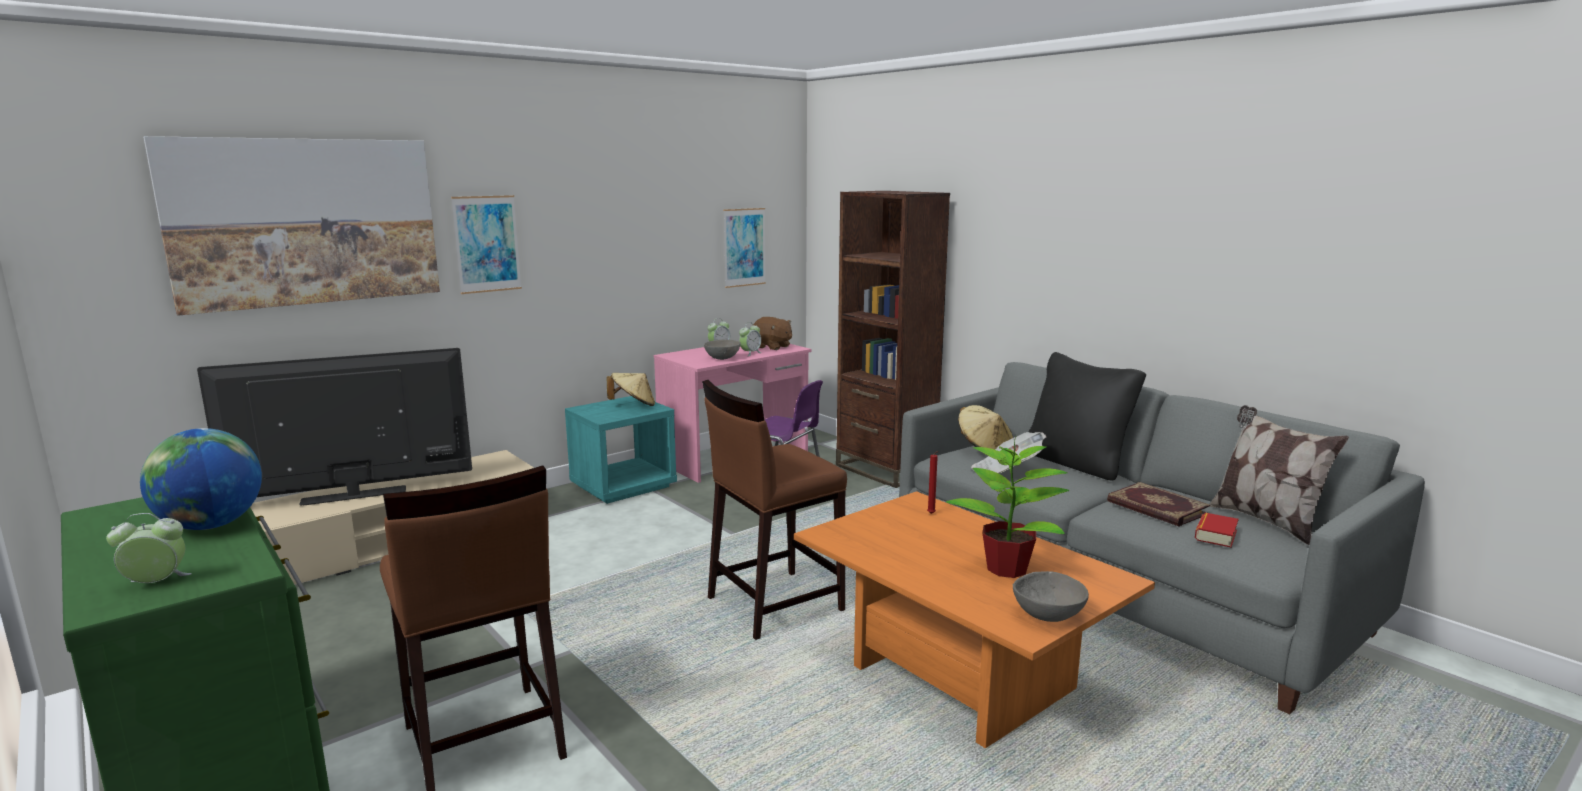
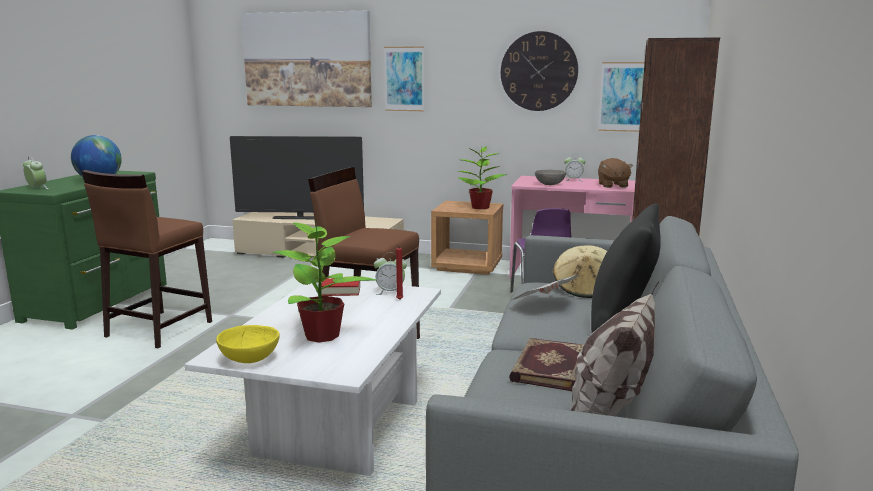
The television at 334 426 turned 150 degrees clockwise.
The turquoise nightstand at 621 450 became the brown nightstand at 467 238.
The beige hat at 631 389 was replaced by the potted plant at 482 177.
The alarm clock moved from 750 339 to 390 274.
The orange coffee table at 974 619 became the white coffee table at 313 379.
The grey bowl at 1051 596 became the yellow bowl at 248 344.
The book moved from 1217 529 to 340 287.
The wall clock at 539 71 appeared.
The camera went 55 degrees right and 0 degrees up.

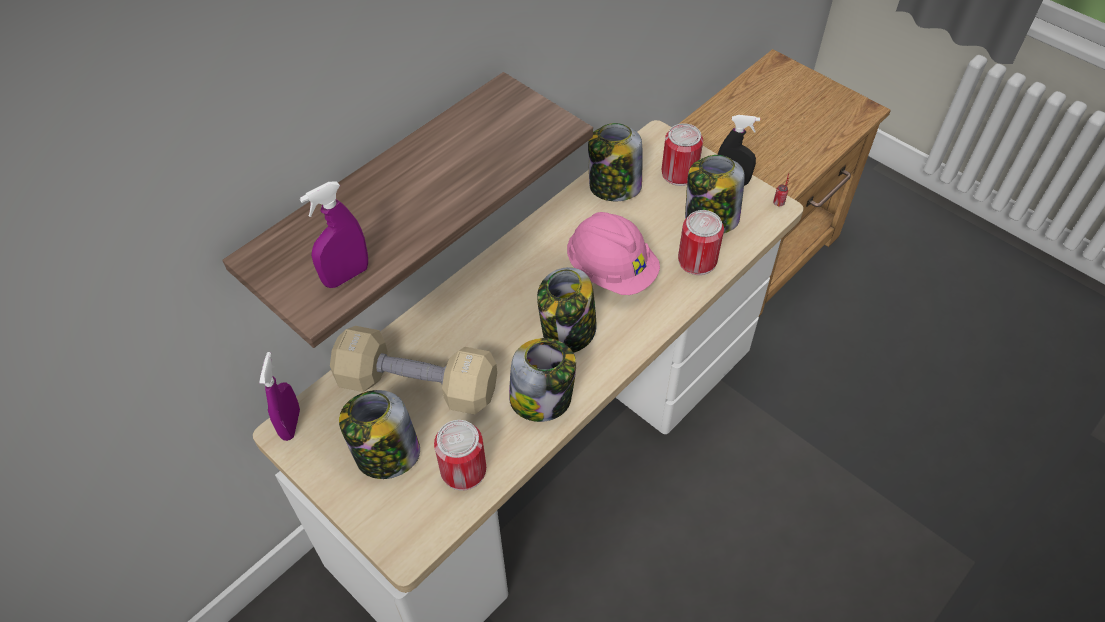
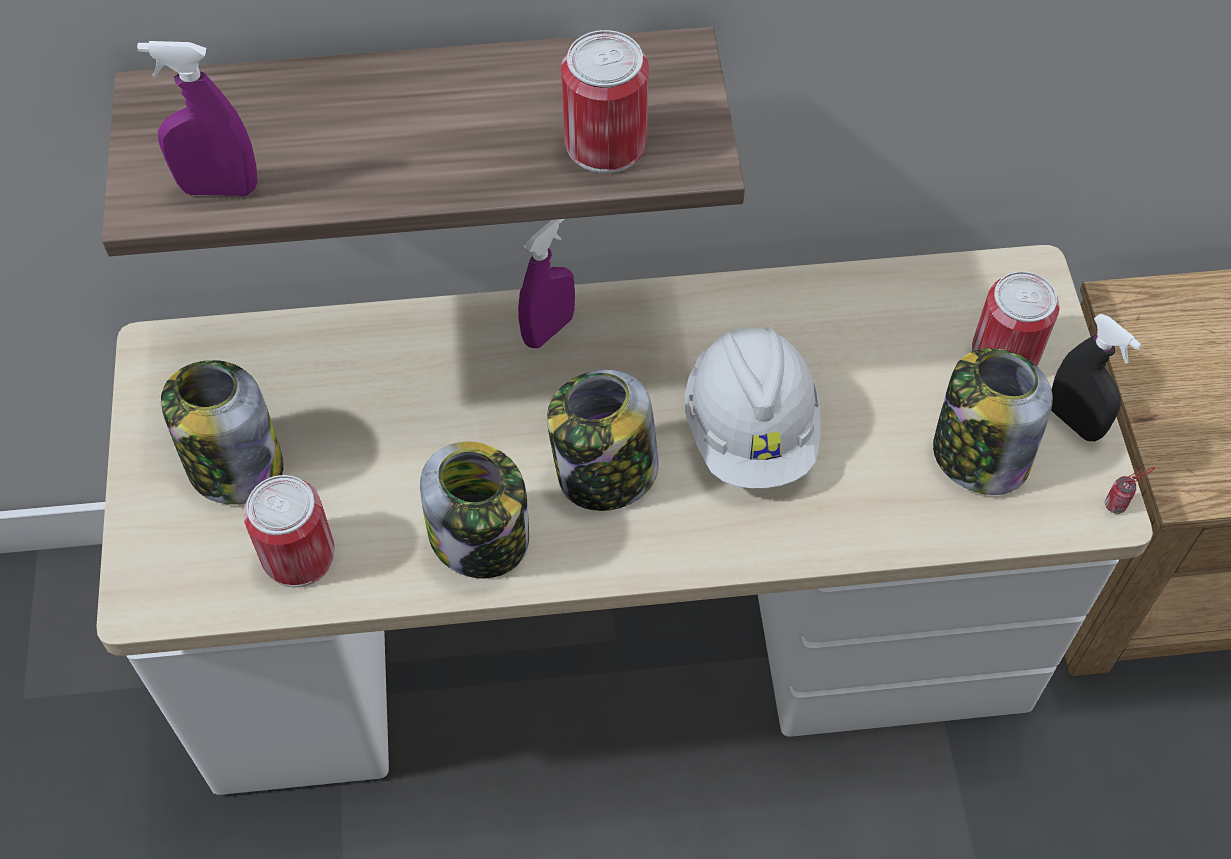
The purple spray bottle moved from 279 396 to 546 283.
The beige dumbbell at 413 370 disappeared.
The pink hard hat at 613 253 became the white hard hat at 753 408.
The jar at 615 162 disappeared.
The can moved from 701 242 to 605 101.
The camera went 40 degrees right and 5 degrees up.

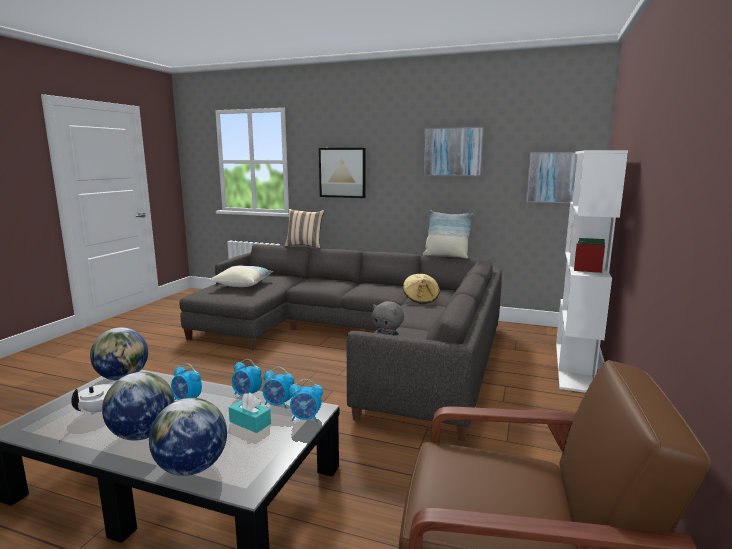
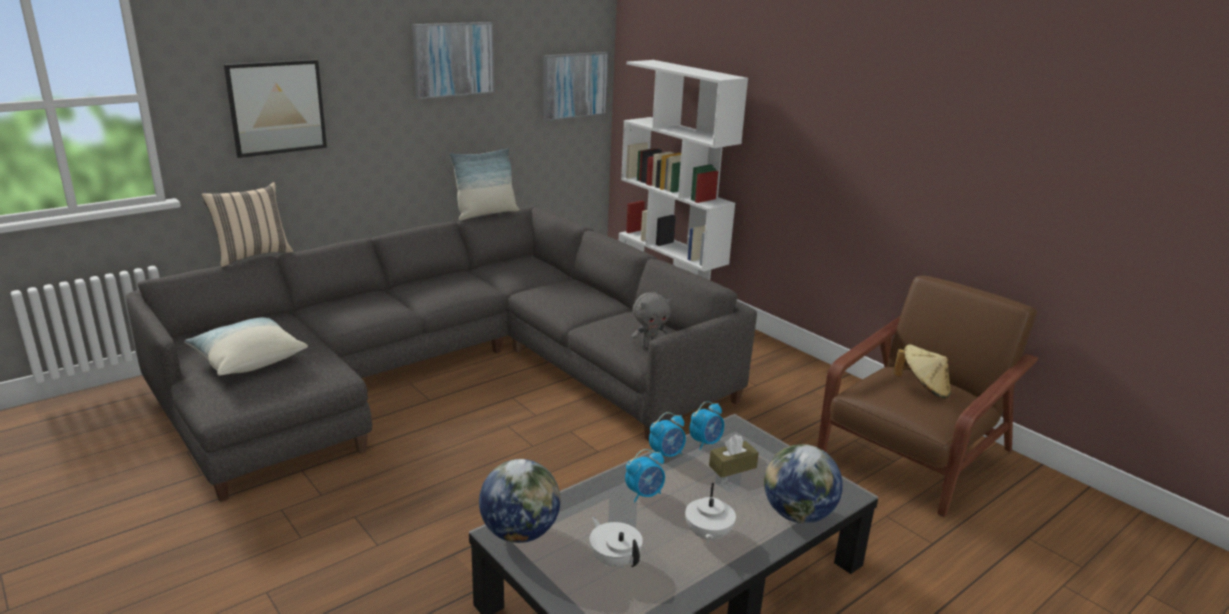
The globe at 138 406 was replaced by the white teapot at 710 513.
The turquoise tissue box at 250 412 became the brown tissue box at 734 456.
The alarm clock at 306 400 disappeared.
The beige hat moved from 421 289 to 922 371.
The camera went 60 degrees left and 10 degrees up.

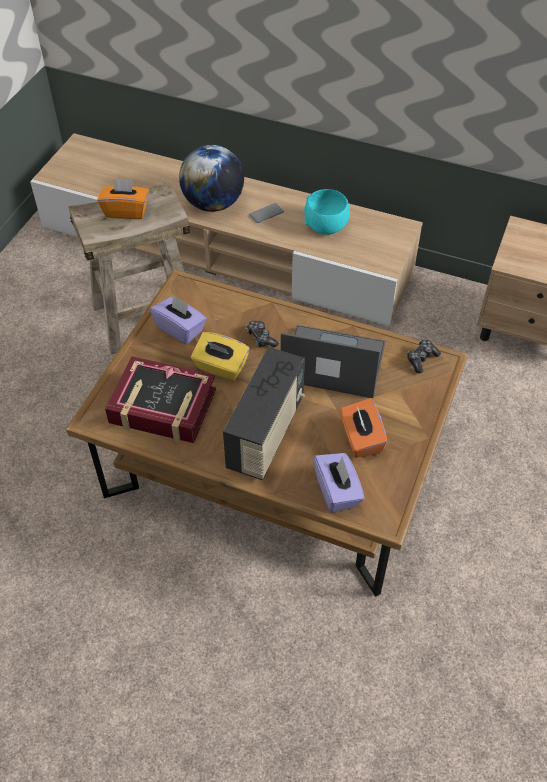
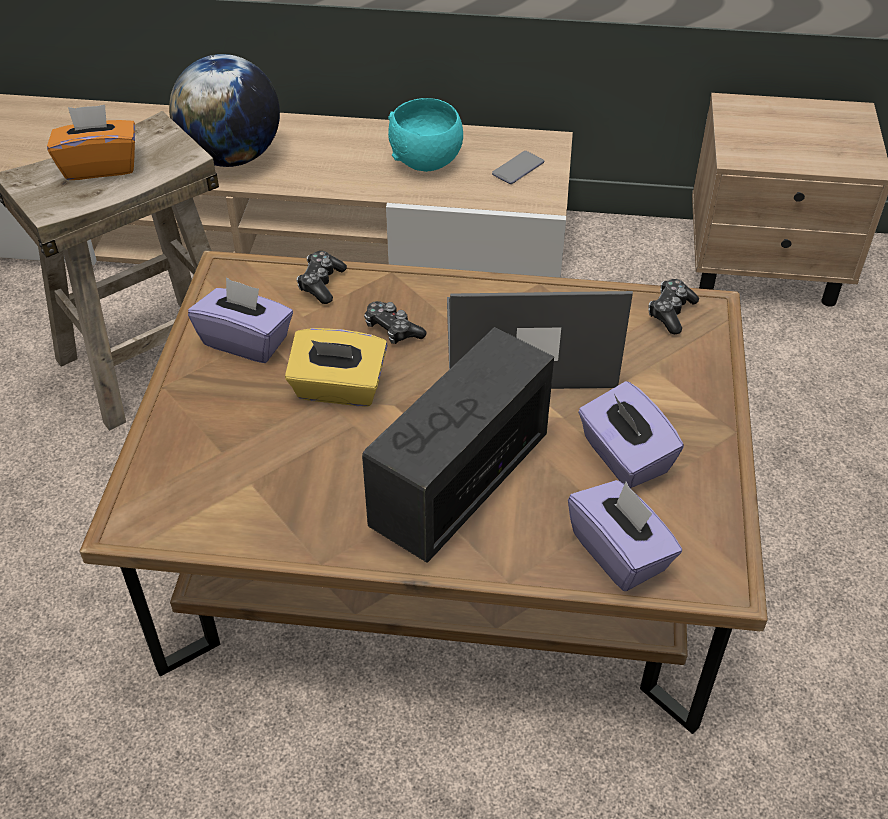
The book at 160 399 disappeared.
The radio at 264 413 turned 150 degrees counterclockwise.
The phone moved from 267 213 to 518 167.
The orange tissue box at 364 428 became the purple tissue box at 631 434.
The game controller at 322 277 appeared.
The camera went 15 degrees left and 5 degrees down.

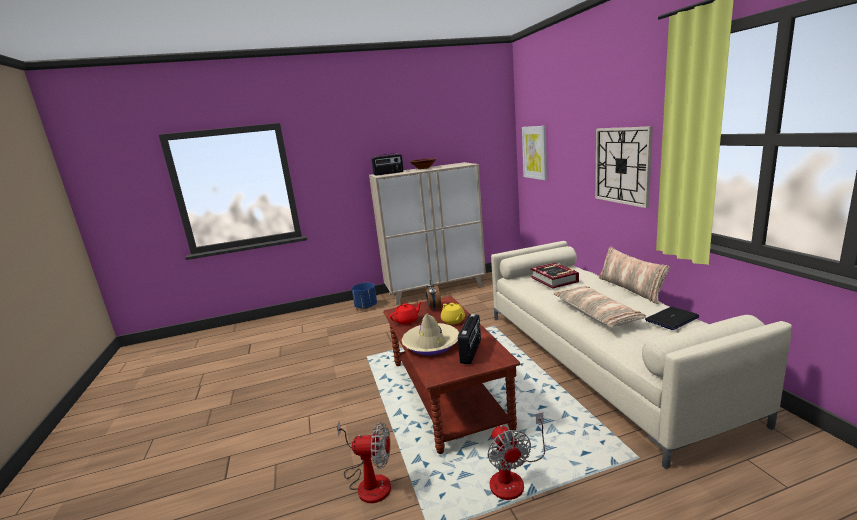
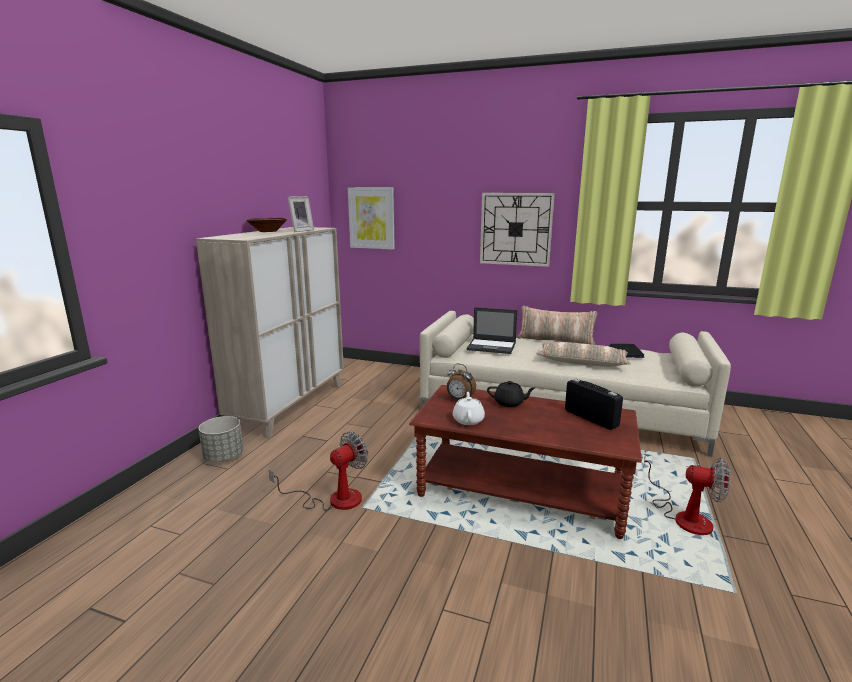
The fan moved from 364 462 to 319 471.
The blue planter at 364 296 became the grey planter at 221 439.
The radio at 388 165 disappeared.
The red teapot at 406 313 became the white teapot at 469 408.
The beige hat at 430 334 disappeared.
The yellow teapot at 453 313 became the black teapot at 511 394.
The book at 554 275 was replaced by the laptop at 492 330.
The picture frame at 301 214 appeared.
The camera went 55 degrees left and 0 degrees up.

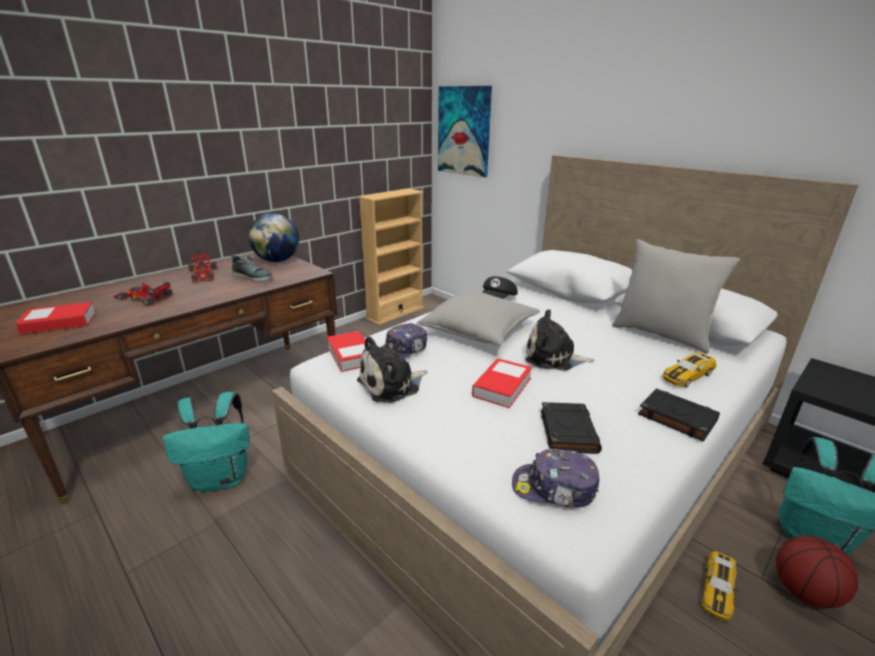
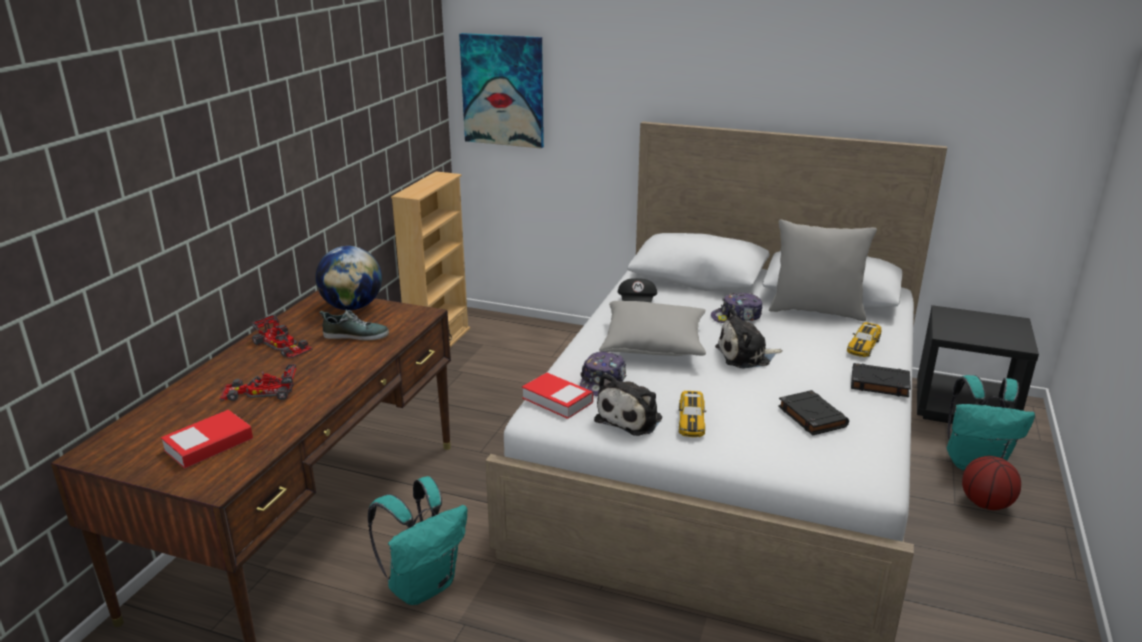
The book at 502 383 disappeared.
The cap moved from 556 478 to 736 308.
The toy car moved from 719 586 to 692 414.
The camera went 25 degrees left and 0 degrees up.

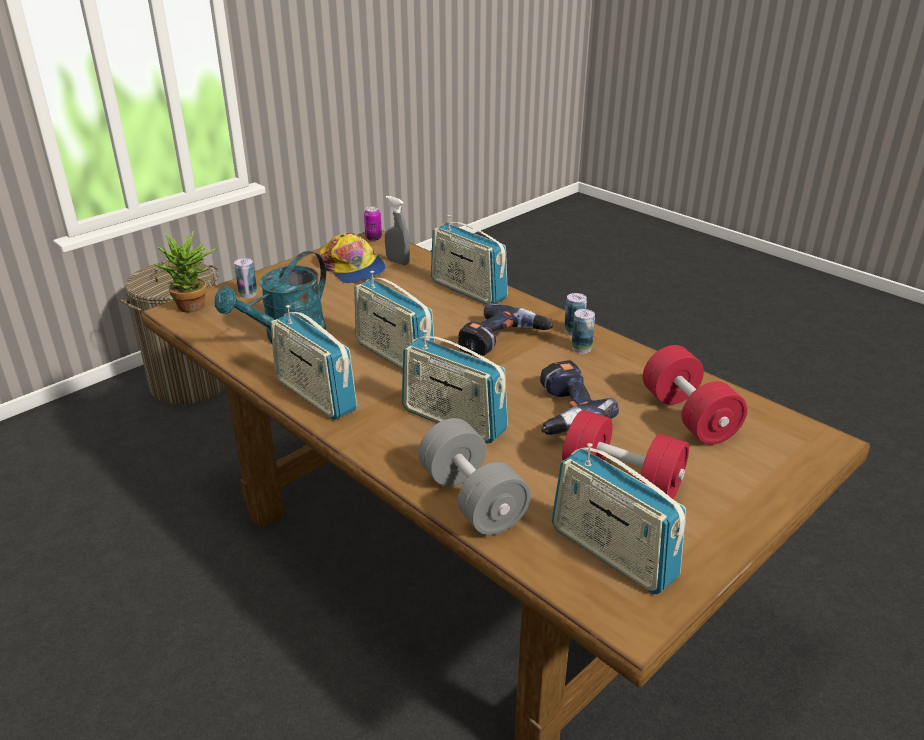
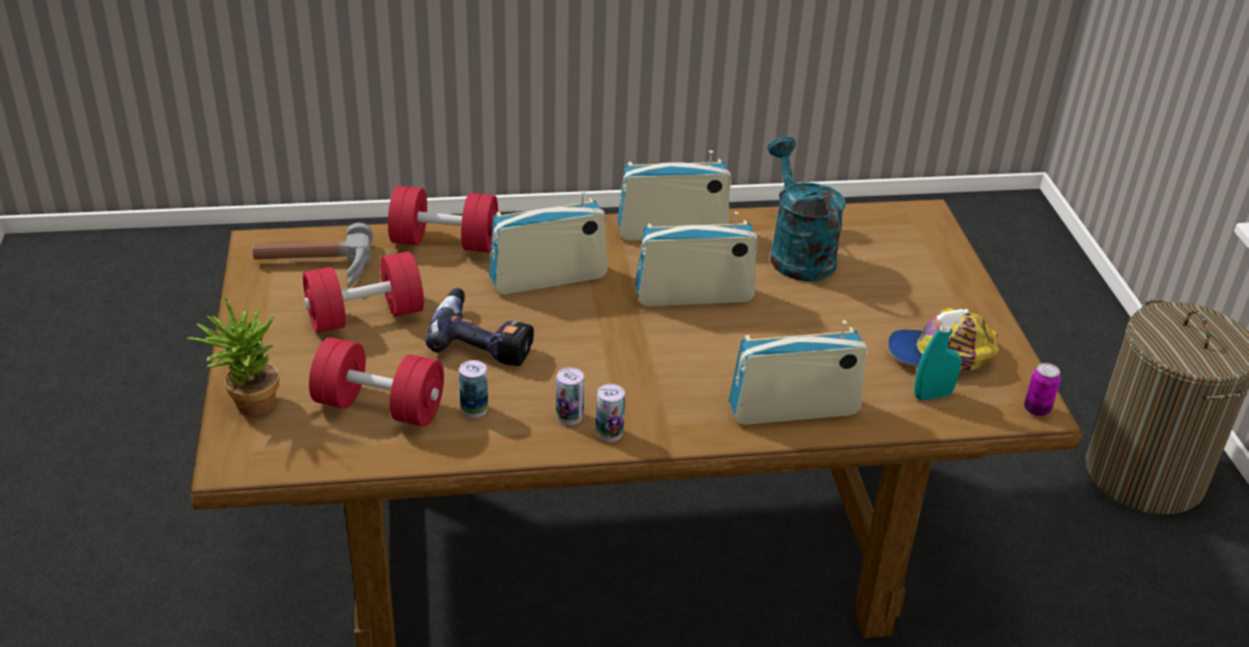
The potted plant moved from 186 272 to 232 356.
The can moved from 245 278 to 473 389.
The grey spray bottle at 397 230 became the turquoise spray bottle at 941 354.
The grey dumbbell at 474 476 became the red dumbbell at 443 219.
The power drill at 505 329 disappeared.
The radio at 619 518 was replaced by the hammer at 313 255.
The camera went 125 degrees right and 5 degrees up.

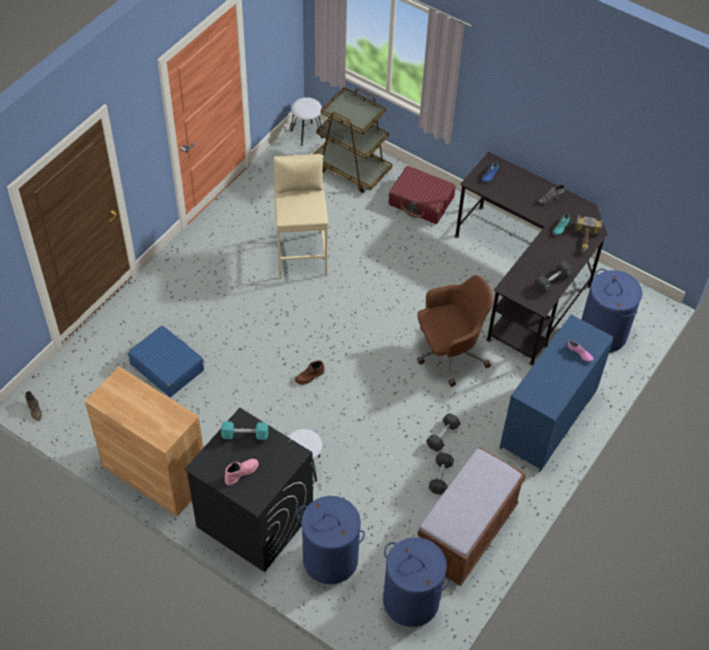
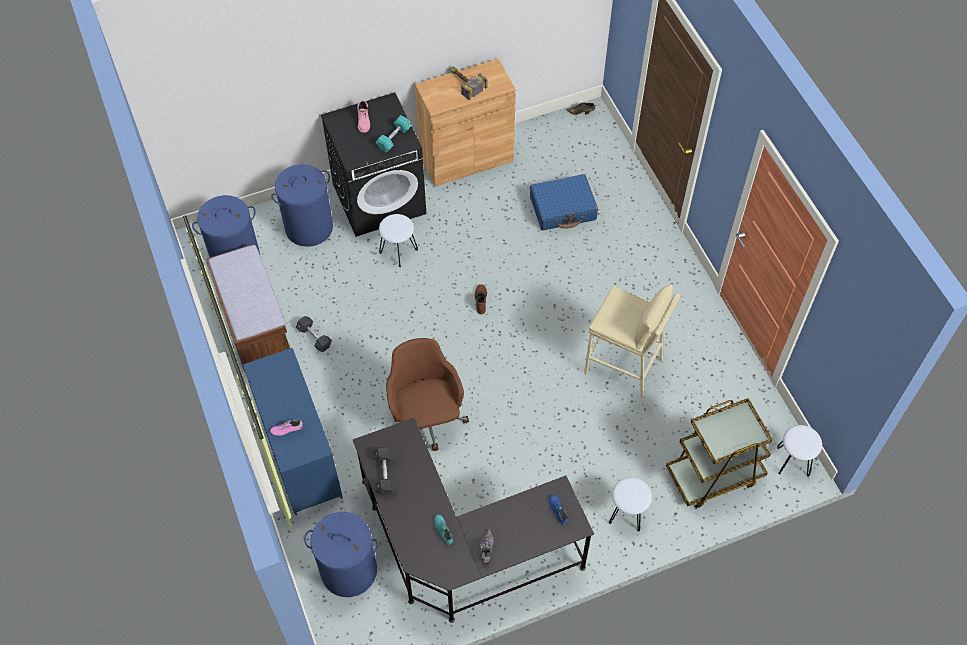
The red suitcase at 422 195 was replaced by the white stool at 630 504.
The brown office chair at 455 331 turned 150 degrees clockwise.
The black dumbbell at 443 432 disappeared.
The hammer moved from 589 233 to 468 83.
The camera went 125 degrees right and 5 degrees up.

